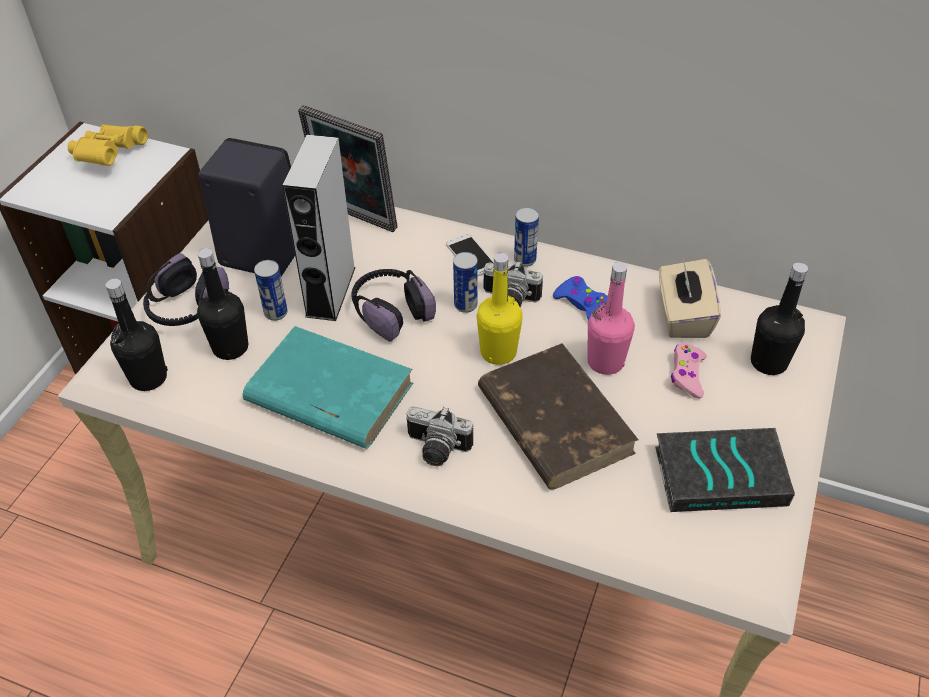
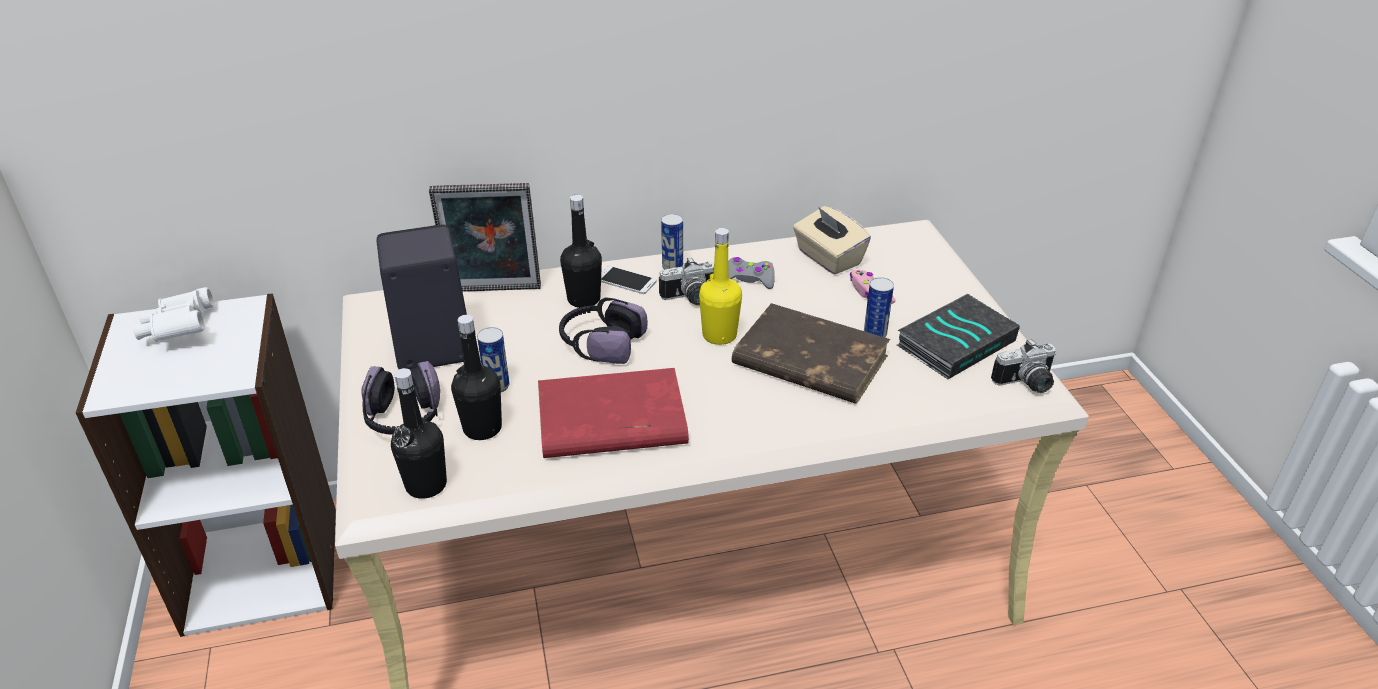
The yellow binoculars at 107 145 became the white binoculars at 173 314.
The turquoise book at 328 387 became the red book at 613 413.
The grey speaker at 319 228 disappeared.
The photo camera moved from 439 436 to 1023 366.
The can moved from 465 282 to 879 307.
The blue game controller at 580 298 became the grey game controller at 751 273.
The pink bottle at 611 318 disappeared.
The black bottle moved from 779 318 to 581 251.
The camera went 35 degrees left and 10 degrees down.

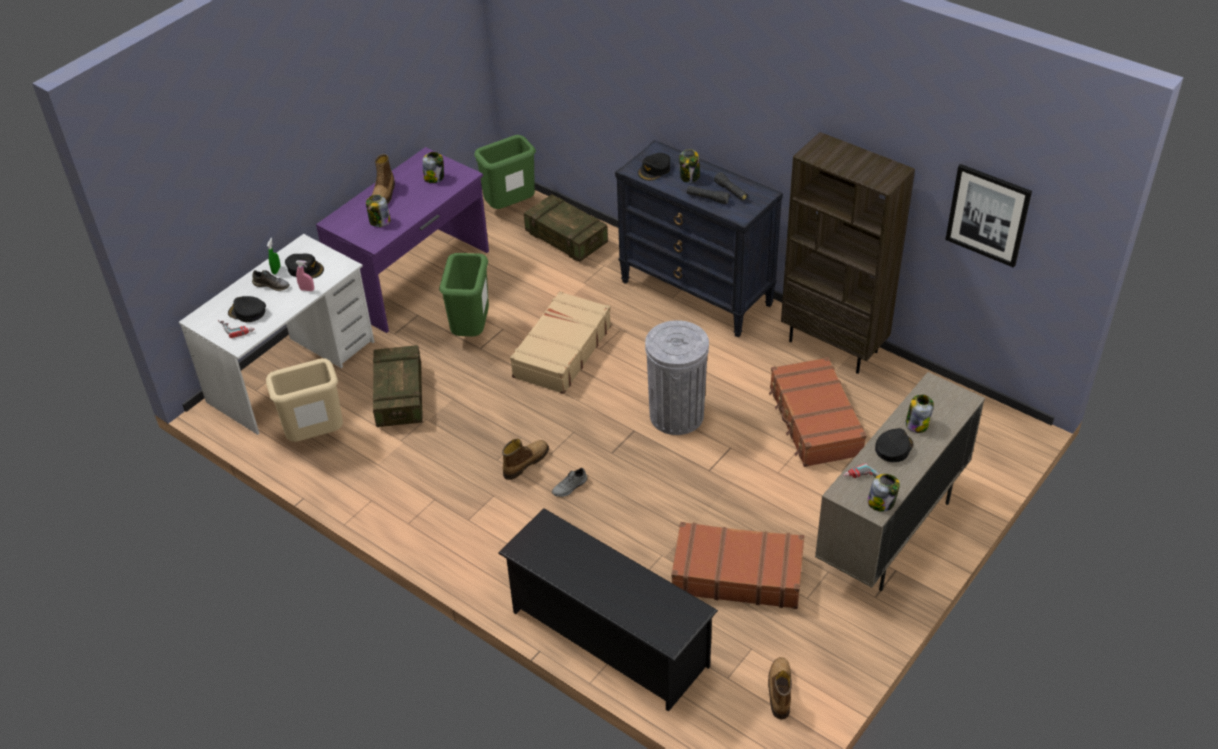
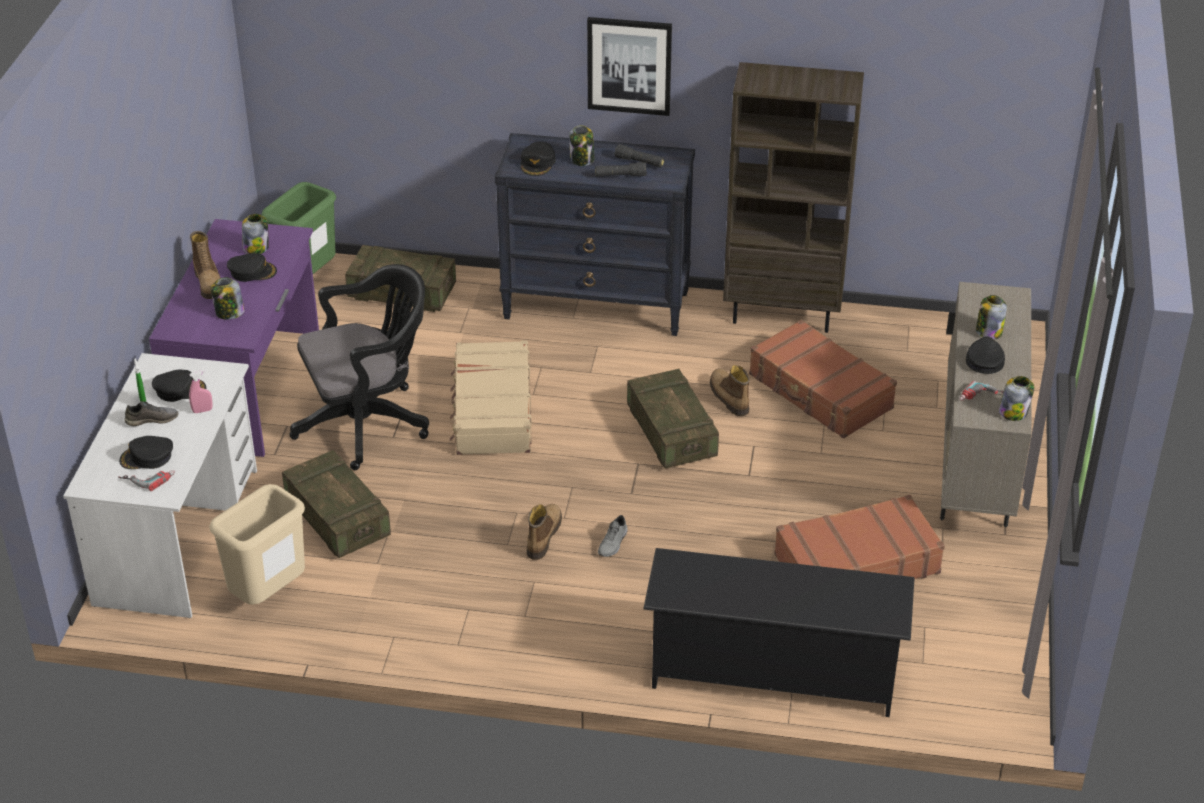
The green trash can at 464 295 was replaced by the black office chair at 359 367.
The grey trash can at 677 377 was replaced by the crate at 673 418.
The boot moved from 780 688 to 730 390.
The picture moved from 988 216 to 629 66.
The black cap at 252 267 appeared.
The camera went 30 degrees left and 5 degrees down.

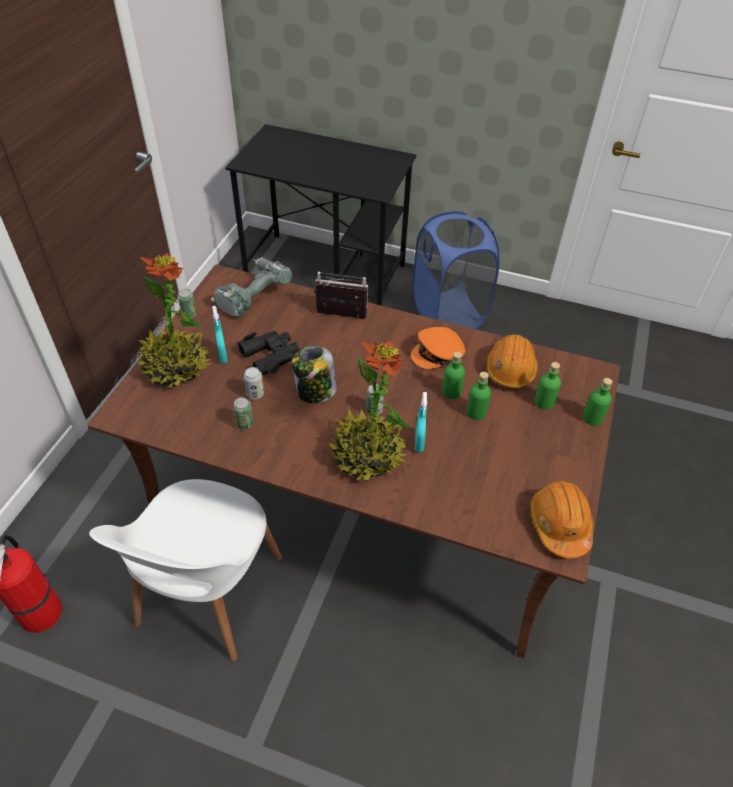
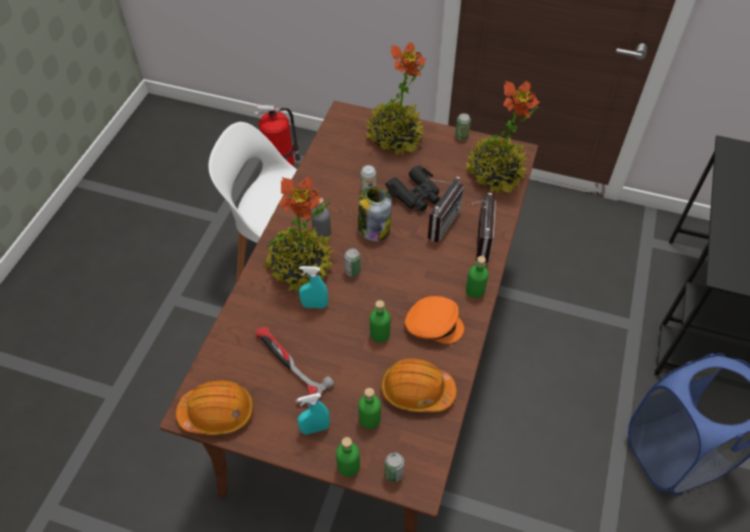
The power drill at 251 286 was replaced by the potted plant at 503 137.
The turquoise spray bottle moved from 220 335 to 313 414.
The can moved from 243 413 to 394 467.
The orange cap at 438 348 turned 135 degrees clockwise.
The green bottle moved from 478 396 to 477 277.
The hammer at 295 365 appeared.
The grey bottle at 321 218 appeared.
The radio at 445 209 appeared.
The camera went 90 degrees right and 5 degrees up.

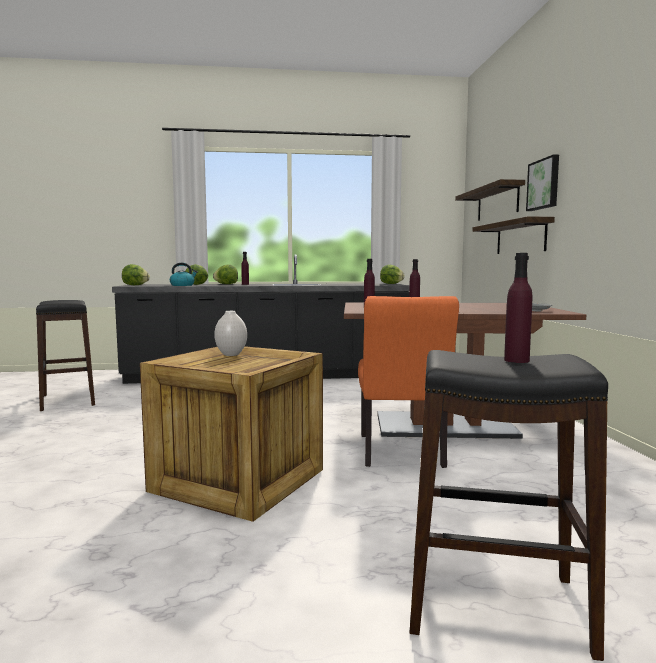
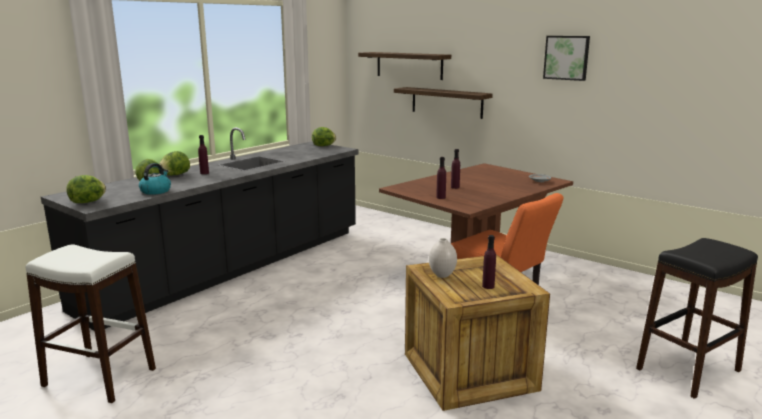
The black stool at 65 355 became the white stool at 91 323.
The purple bottle moved from 518 308 to 489 262.
The picture moved from 542 182 to 566 58.
The camera went 45 degrees left and 10 degrees up.

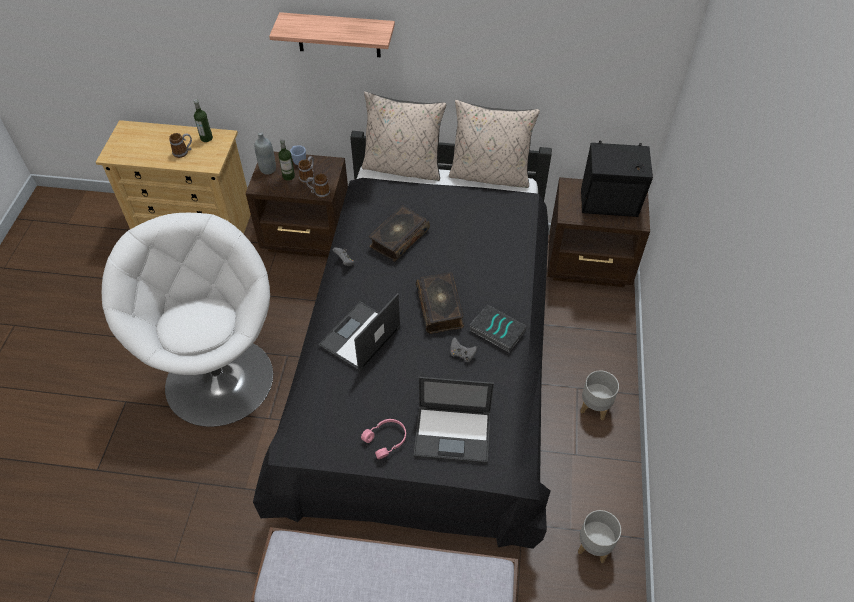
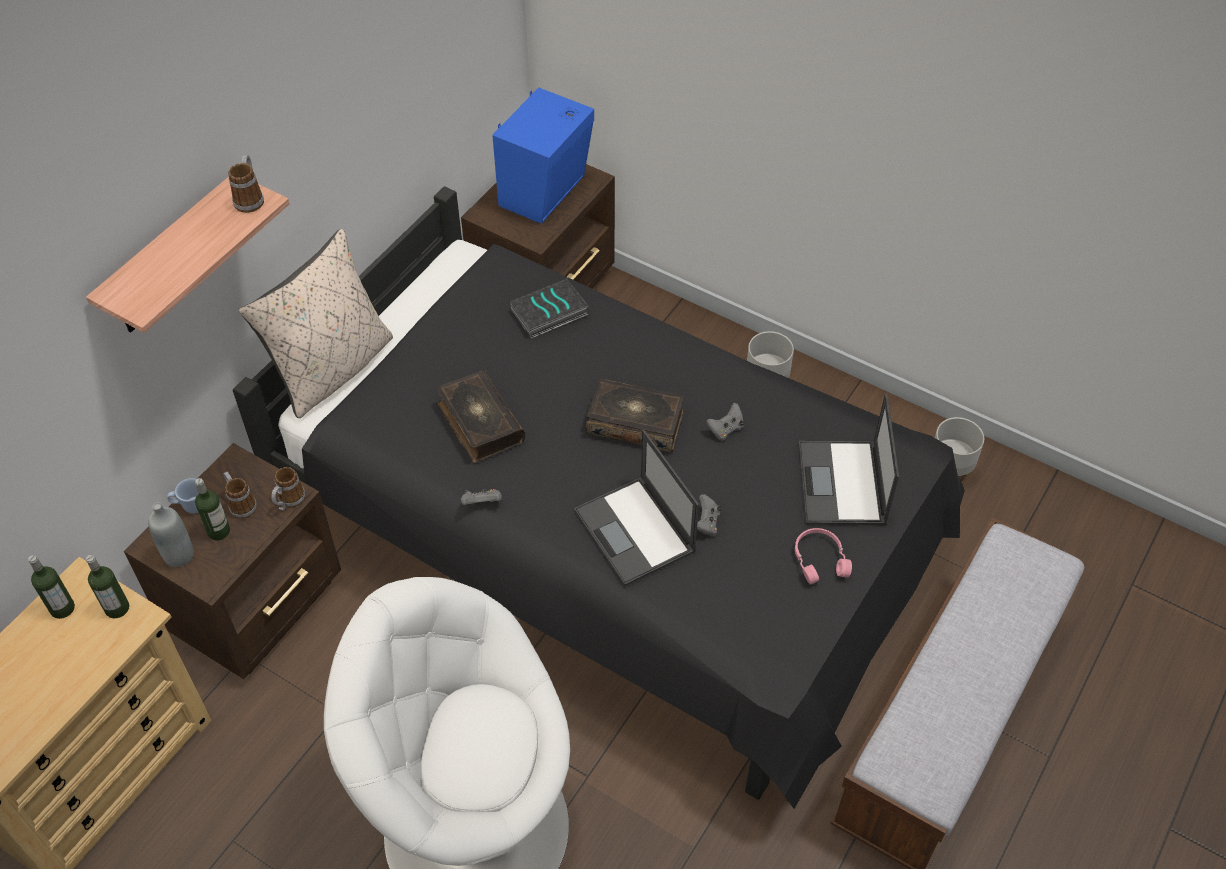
The mug moved from 180 145 to 246 184.
The laptop at 454 420 turned 150 degrees clockwise.
The beige pillow at 494 144 disappeared.
The book moved from 498 328 to 549 308.
The black speaker at 617 179 became the blue speaker at 543 156.
The bottle at 107 586 appeared.
The grey game controller at 709 515 appeared.
The camera went 65 degrees left and 0 degrees up.

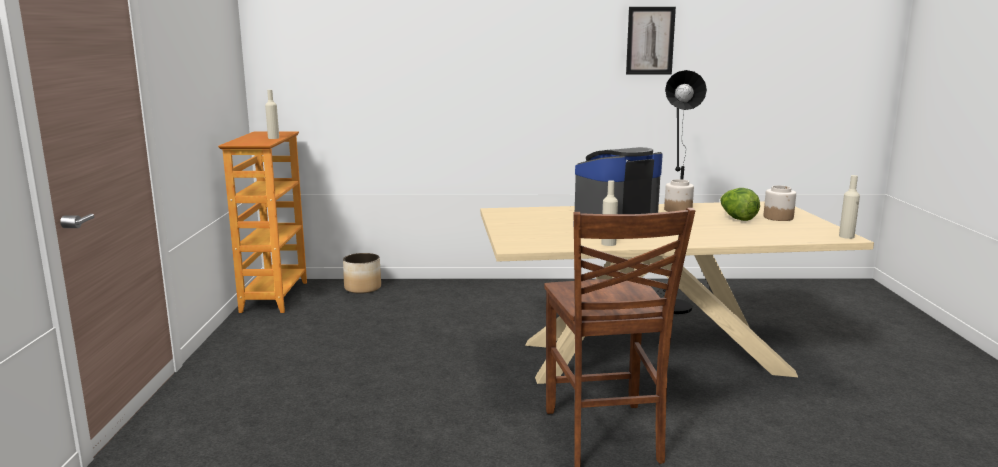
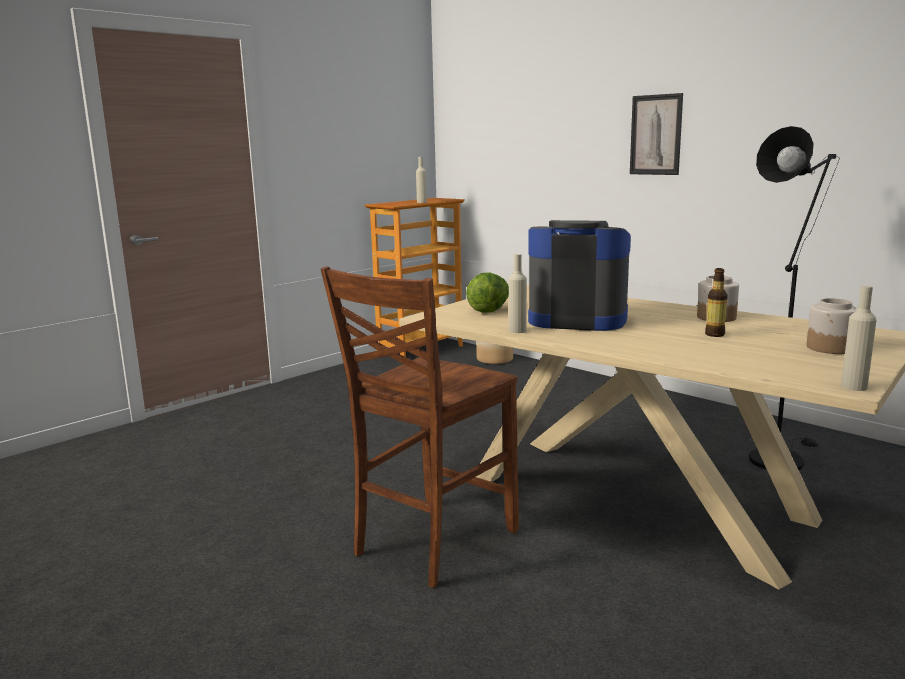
The picture moved from 651 40 to 656 134.
The lettuce moved from 740 204 to 487 292.
The bottle at 716 302 appeared.
The camera went 45 degrees right and 0 degrees up.

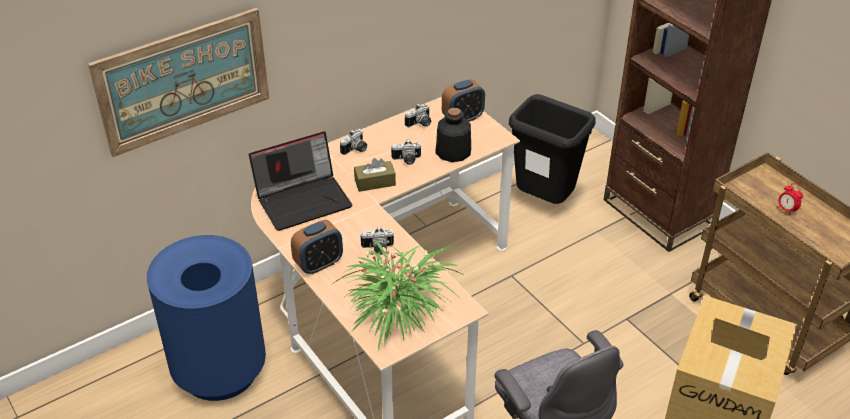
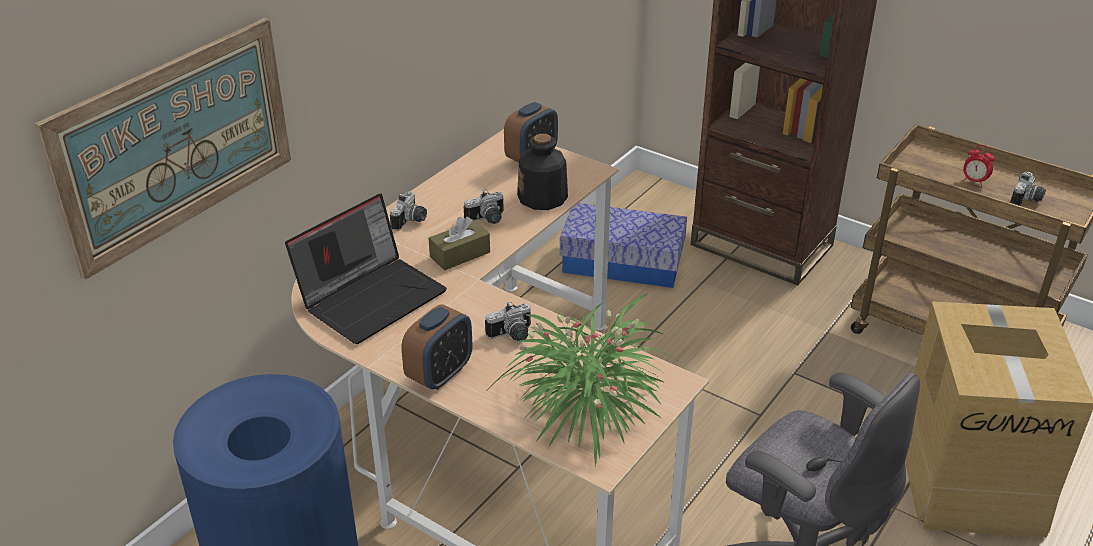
The photo camera moved from 418 115 to 1028 189.
The black trash can at 552 149 was replaced by the storage box at 623 245.
The camera went 20 degrees left and 5 degrees down.

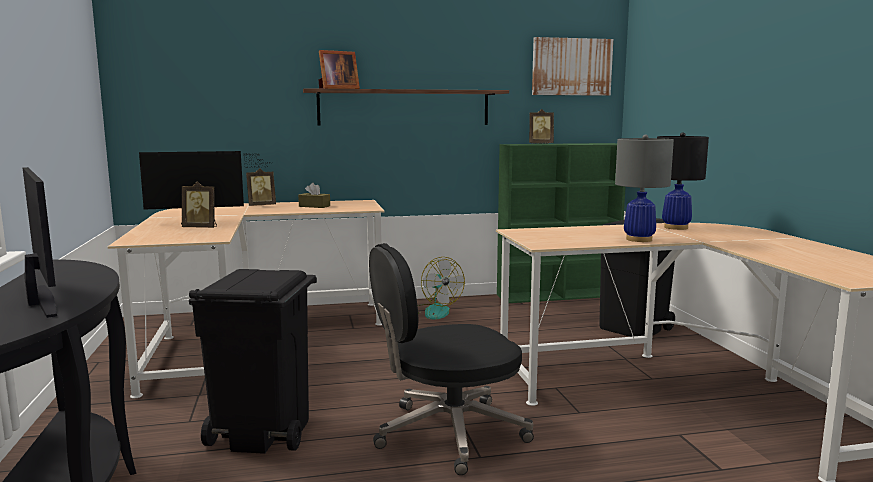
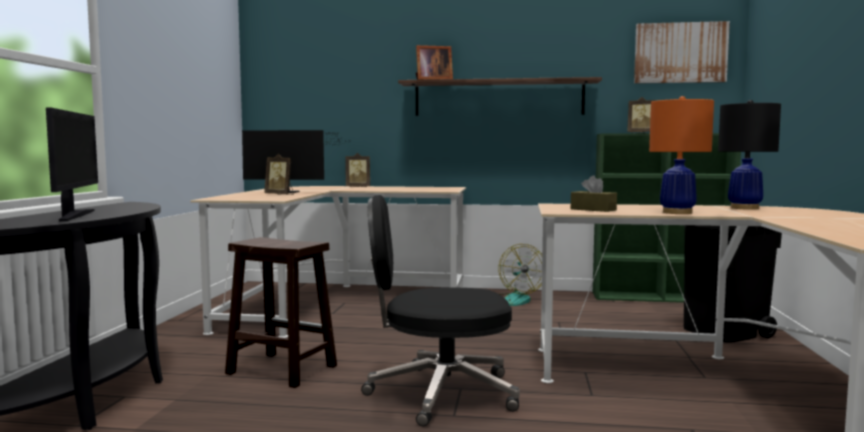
The black trash can at 253 361 was replaced by the brown stool at 281 312.
The brown tissue box moved from 314 195 to 594 193.
The grey table lamp at 644 188 became the orange table lamp at 681 155.
The camera went 20 degrees right and 5 degrees down.

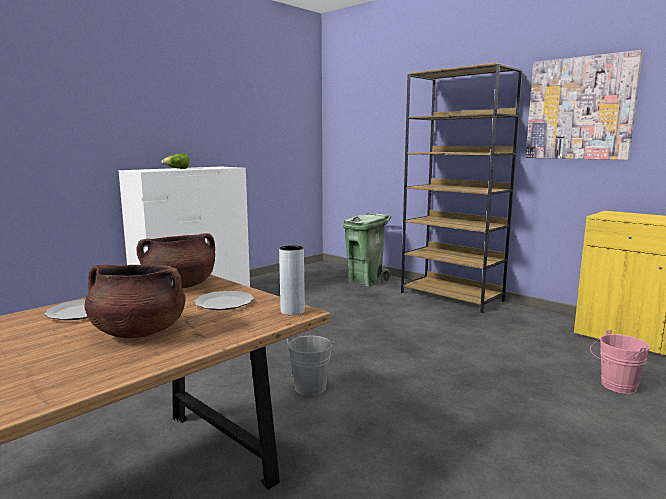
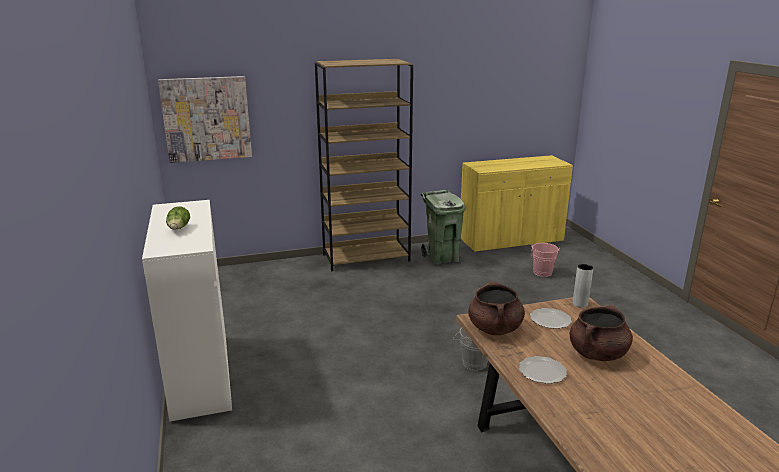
The green trash can moved from 367 250 to 443 227.
The picture moved from 584 105 to 205 119.
The camera went 60 degrees left and 10 degrees up.

